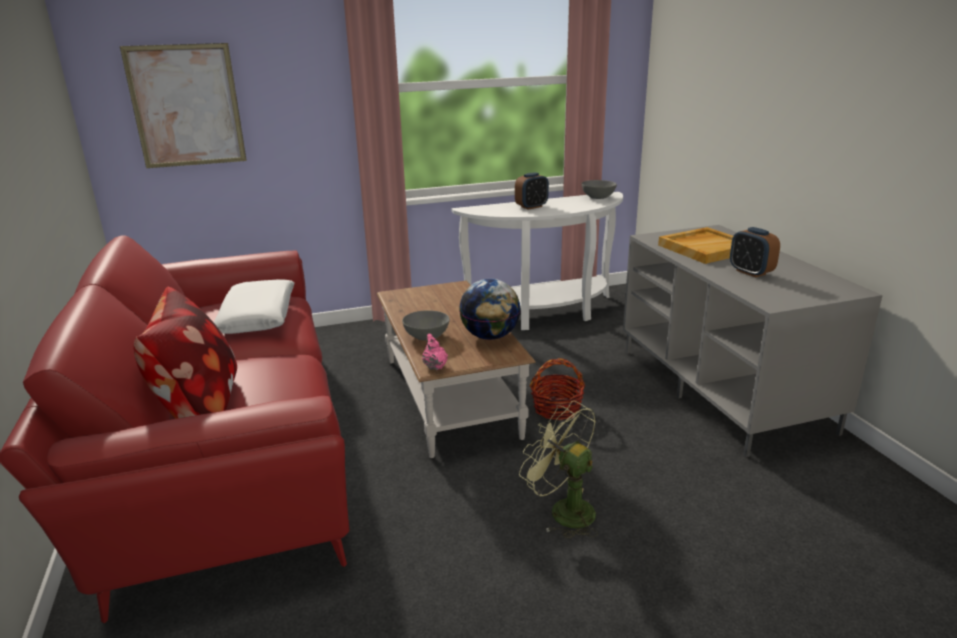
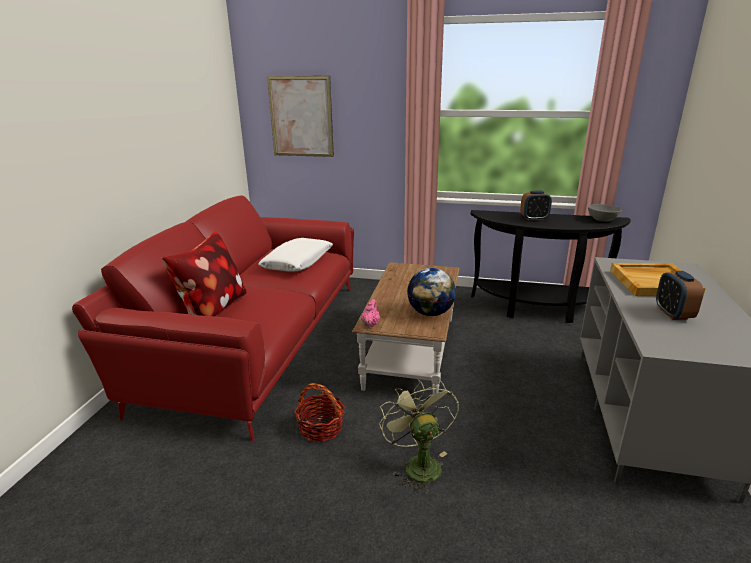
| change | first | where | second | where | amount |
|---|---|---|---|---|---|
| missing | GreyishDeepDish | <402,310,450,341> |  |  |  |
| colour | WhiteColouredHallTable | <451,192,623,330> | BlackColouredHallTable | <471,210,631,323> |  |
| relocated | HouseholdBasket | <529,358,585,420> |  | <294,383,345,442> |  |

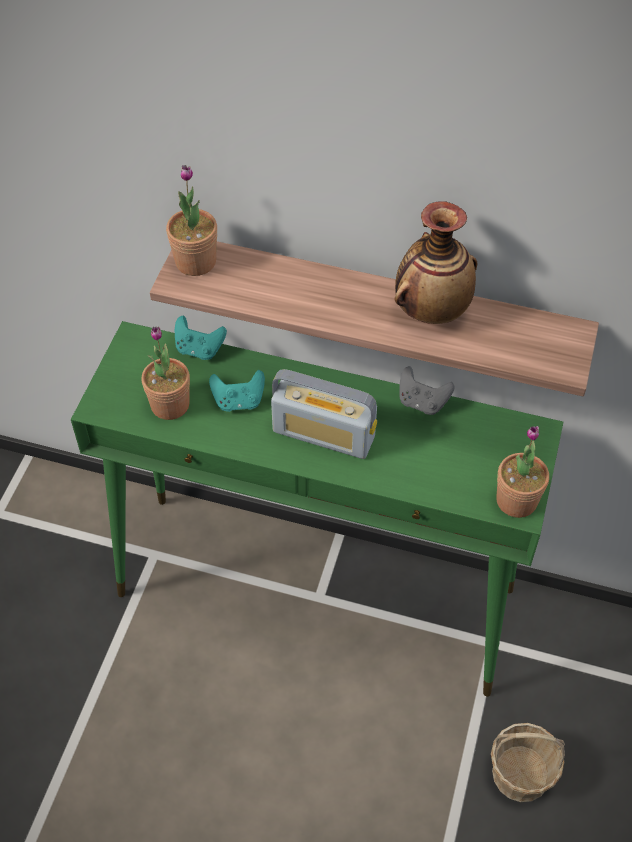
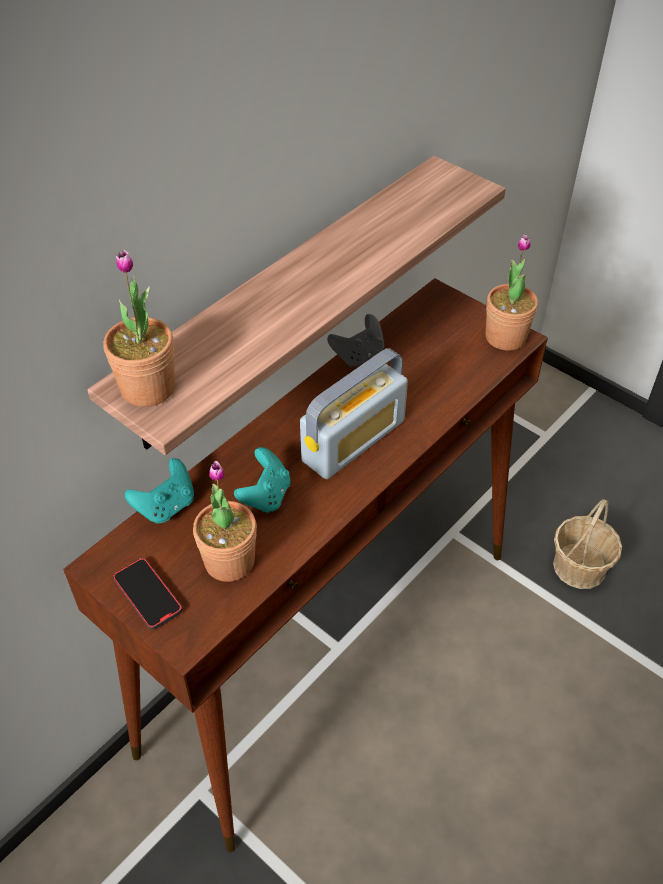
| change | first | where | second | where | amount |
|---|---|---|---|---|---|
| colour | GreenHallTable | <71,321,563,697> | BrownishHallTable | <63,278,548,852> |  |
| missing | Vase | <395,201,477,324> |  |  |  |
| appeared |  |  | Telephone | <113,558,182,630> |  |

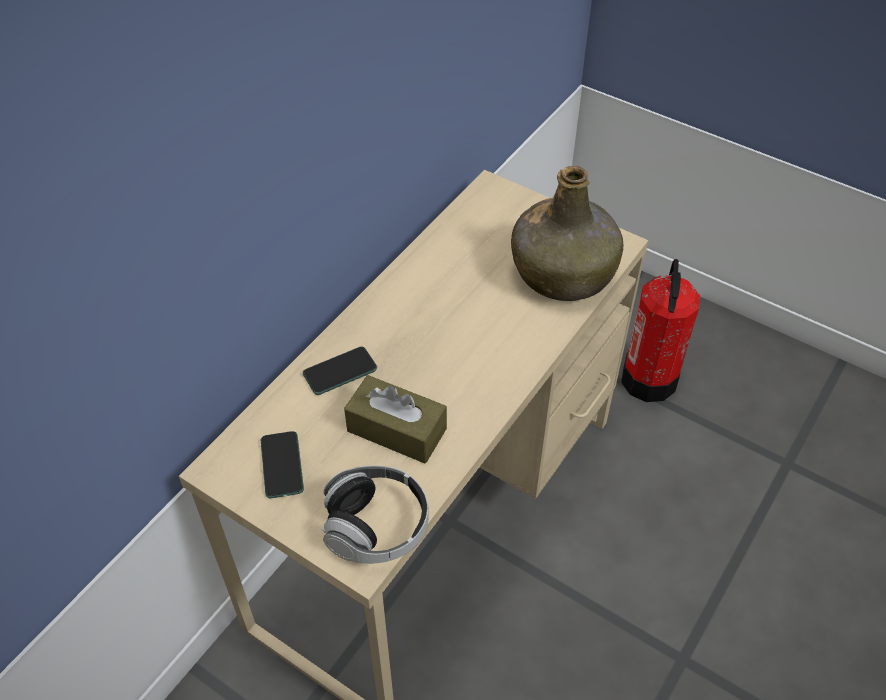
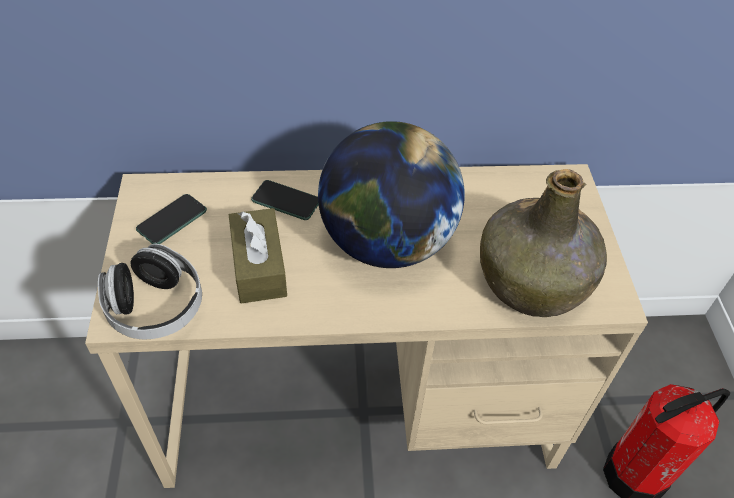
| change | first | where | second | where | amount |
|---|---|---|---|---|---|
| appeared |  |  | WorldGlobe | <318,121,465,268> |  |

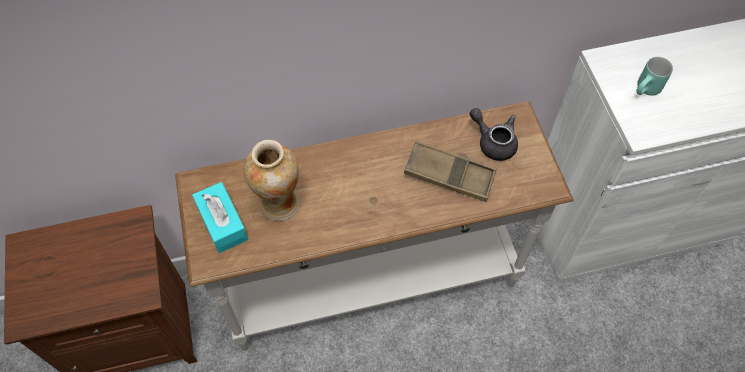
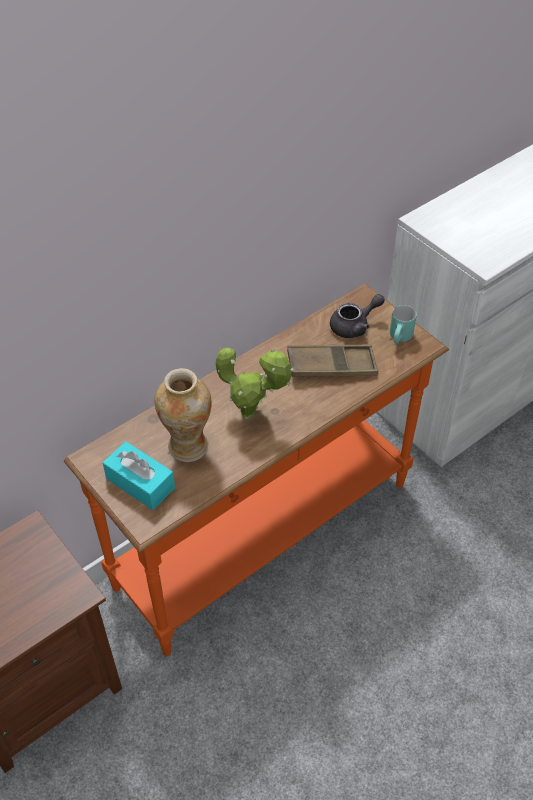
| change | first | where | second | where | amount |
|---|---|---|---|---|---|
| colour | WhiteColouredHallTable | <175,101,574,351> | OrangeyHallTable | <64,284,449,656> |  |
| spun | GreyishTeapot | <470,108,518,161> |  | <330,294,385,338> | 135 degrees clockwise |
| relocated | TurquoiseMug | <636,57,673,96> |  | <390,305,417,344> |  |
| appeared |  |  | PottedPlant | <216,347,294,419> |  |

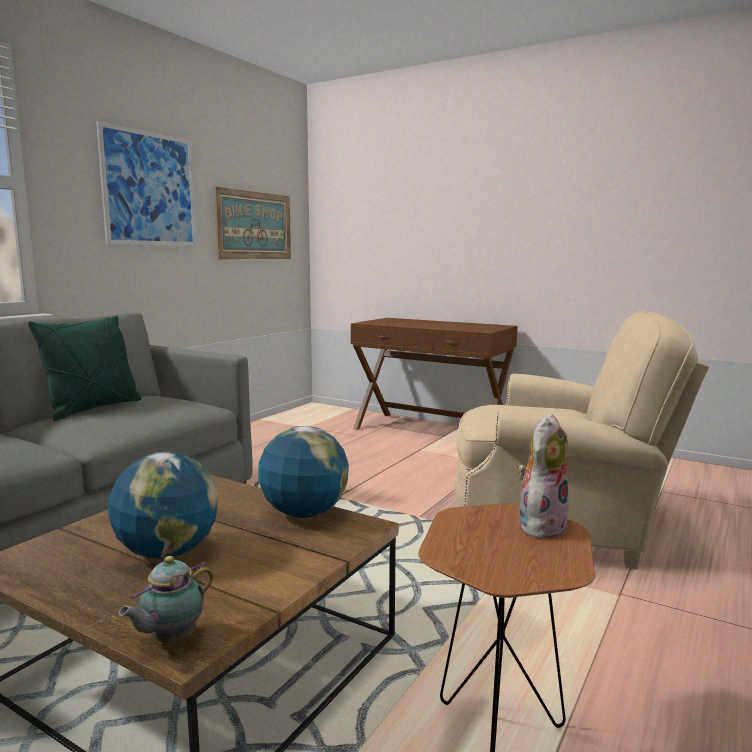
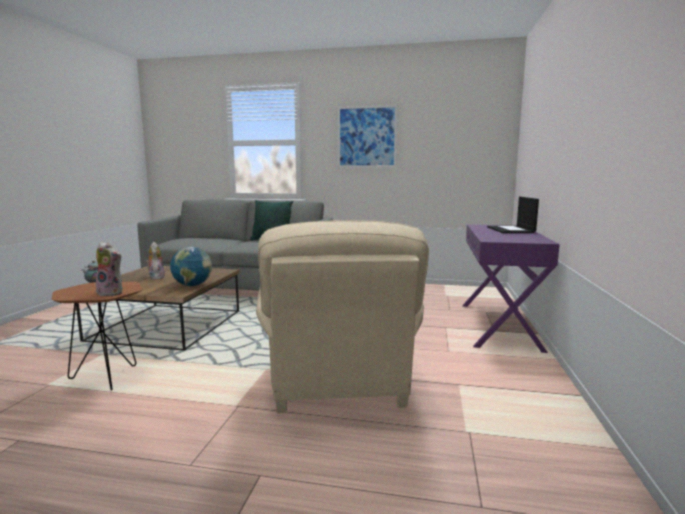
| change | first | where | second | where | amount |
|---|---|---|---|---|---|
| exchanged | WorldGlobe | <108,452,218,559> | PlushToy | <146,242,165,280> |  |
| missing | Picture | <214,187,291,259> |  |  |  |
| colour | BrownishHallTable | <351,318,518,430> | PurplishHallTable | <462,224,560,353> |  |
| appeared |  |  | NotebookComputer | <487,197,539,233> |  |

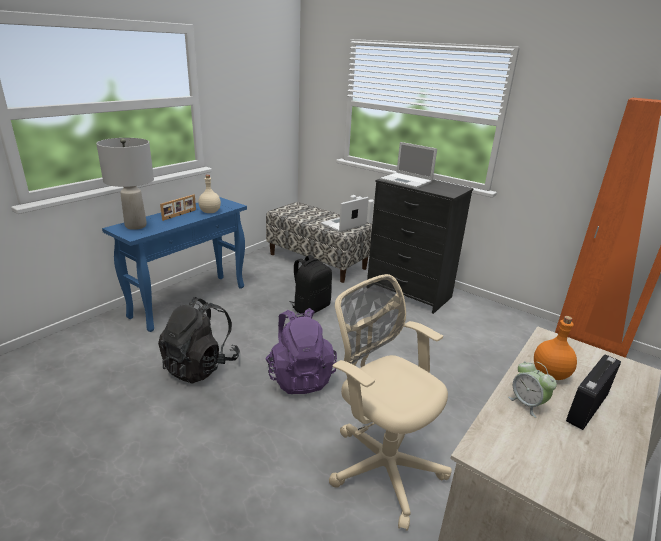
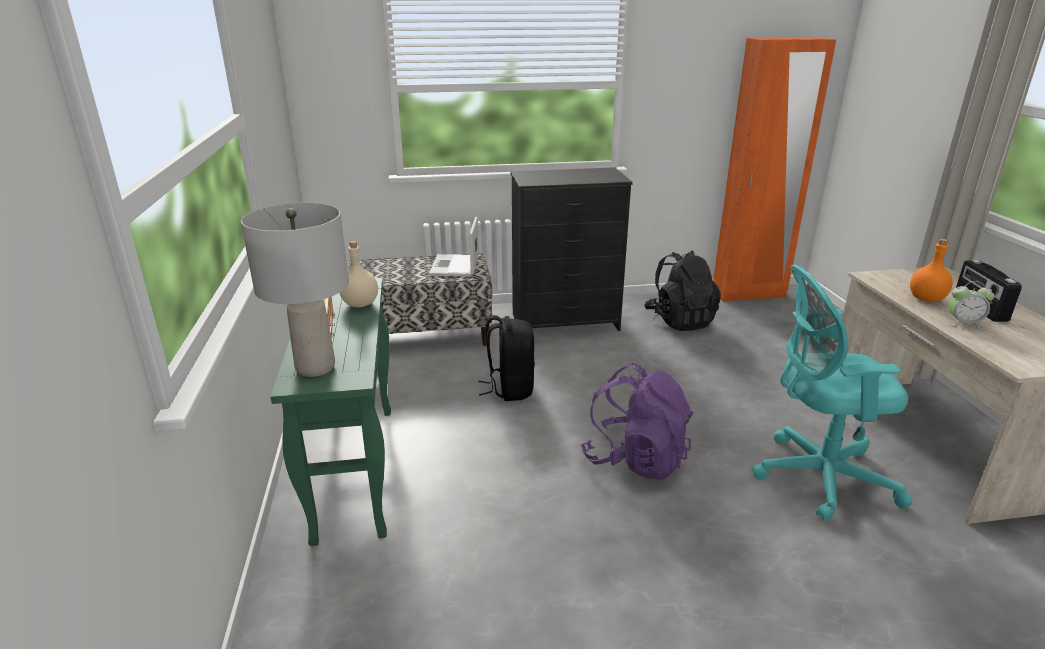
| change | first | where | second | where | amount |
|---|---|---|---|---|---|
| colour | BlueHallTable | <102,197,247,332> | GreenHallTable | <270,278,391,546> |  |
| relocated | BlackColouredKnapsack | <158,297,240,384> |  | <644,250,721,331> |  |
| colour | SandColouredDeskChair | <329,274,452,531> | TurquoiseDeskChair | <752,265,913,521> |  |
| missing | NotebookComputer | <380,142,437,188> |  |  |  |

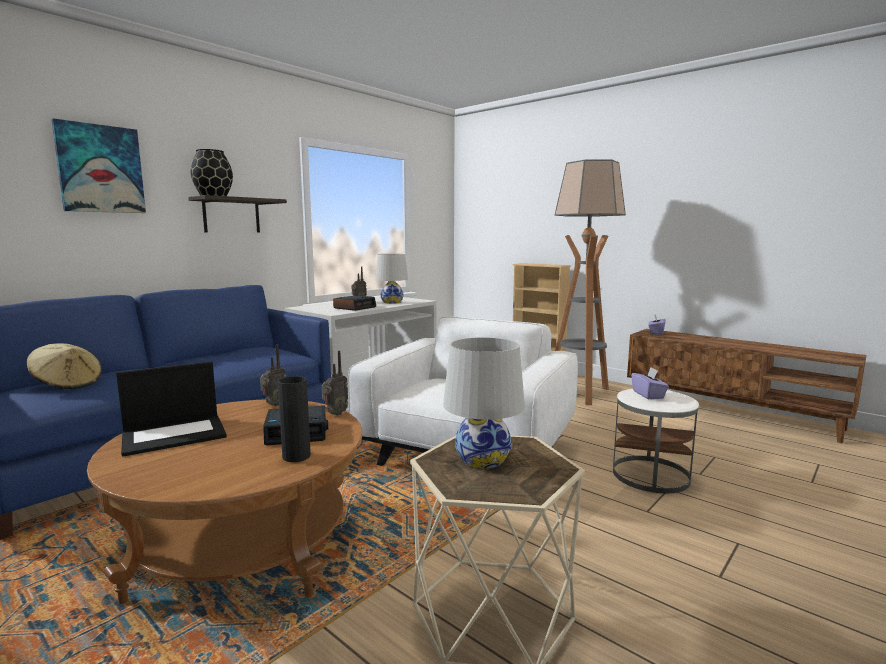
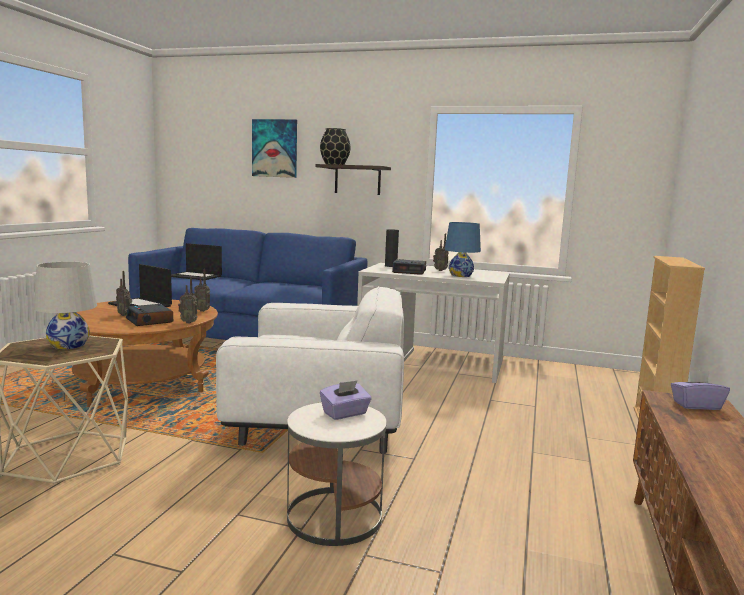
| change | first | where | second | where | amount |
|---|---|---|---|---|---|
| exchanged | SandColouredClothingHat | <27,343,102,389> | NotebookComputer | <171,243,222,280> |  |
| relocated | BlackColouredVase | <278,376,311,462> |  | <385,229,399,267> |  |
| colour | WhiteColouredTableLamp | <375,254,408,304> | BlueTableLamp | <445,222,481,277> |  |
| missing | StandardLamp | <555,159,626,405> |  |  |  |
| appeared |  |  | RadioSet | <116,271,132,316> |  |

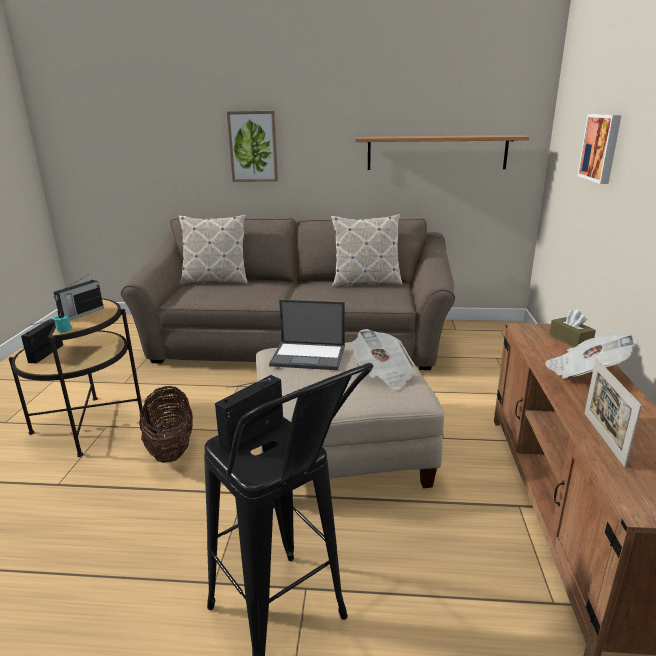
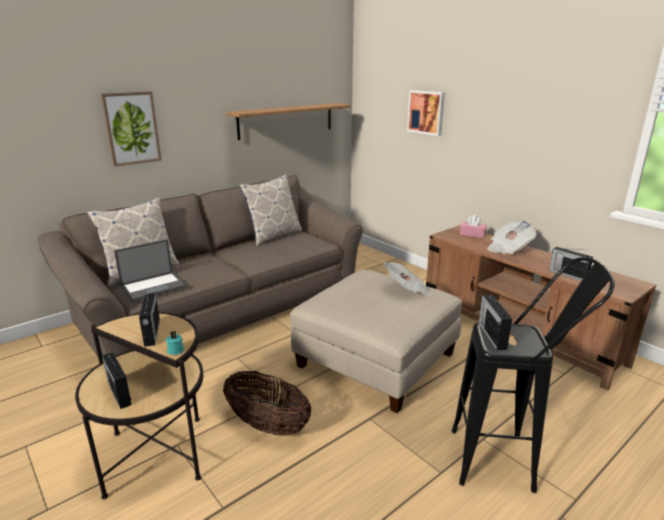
| change | first | where | second | where | amount |
|---|---|---|---|---|---|
| relocated | NotebookComputer | <269,299,345,370> |  | <114,239,186,302> |  |
| colour | BrownishBoxOfTissues | <549,309,596,347> | PinkColouredBoxOfTissues | <460,215,487,238> |  |
| exchanged | PictureFrame | <584,358,642,468> | RadioSet | <549,247,593,281> |  |

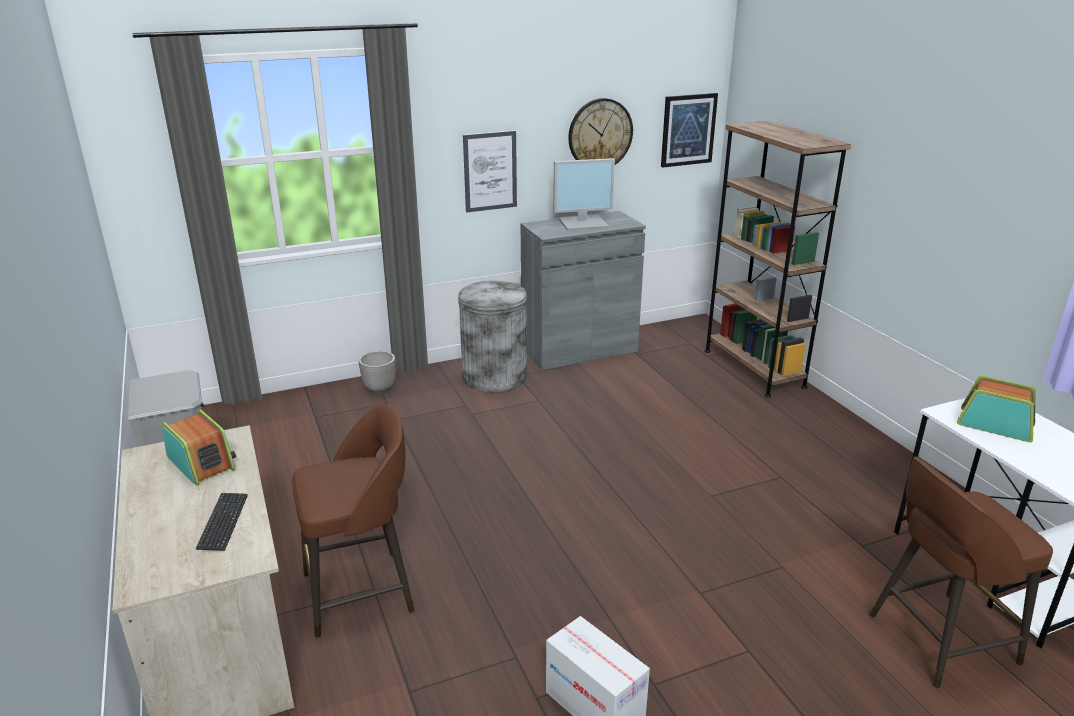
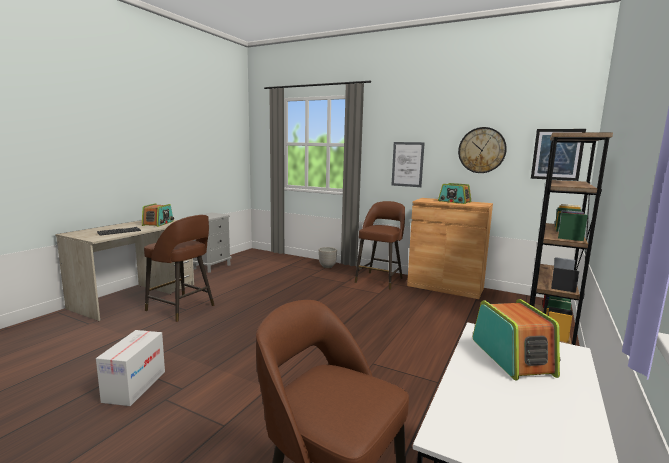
| change | first | where | second | where | amount |
|---|---|---|---|---|---|
| exchanged | GreyishWasteBin | <458,281,527,393> | BrownishStool | <355,201,405,289> |  |
| colour | GreyishCupboard | <521,211,646,370> | BrownishCupboard | <407,198,493,299> |  |
| exchanged | Monitor | <553,158,615,231> | RadioSet | <438,183,471,204> |  |

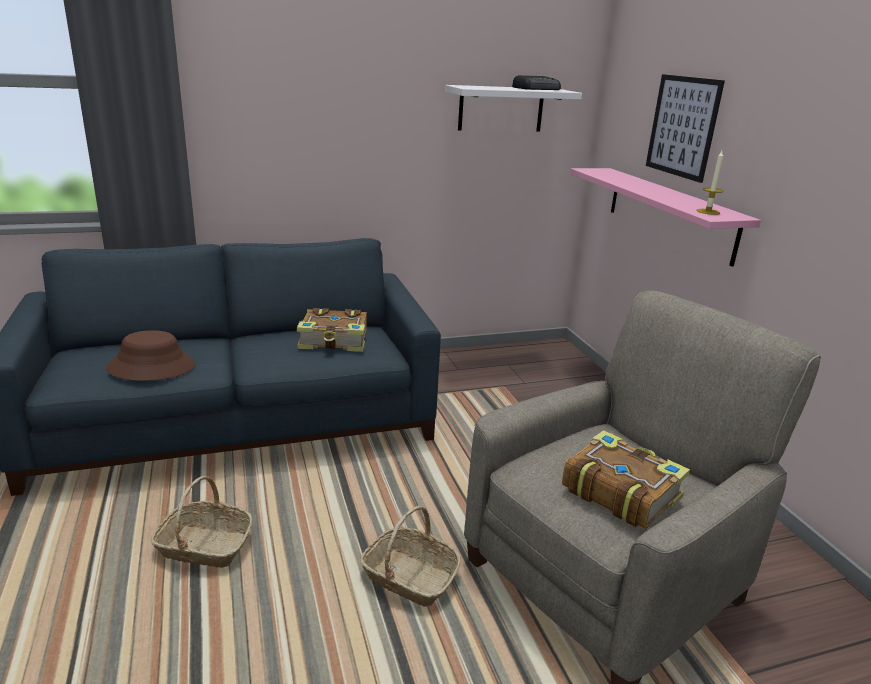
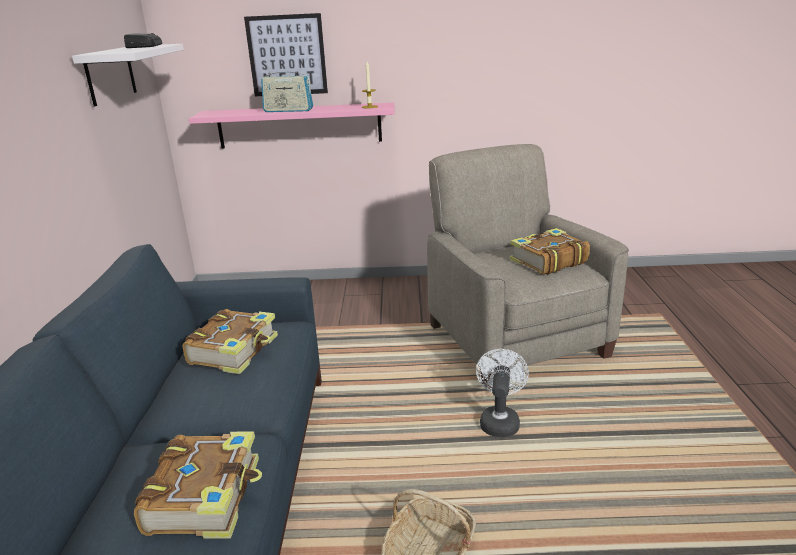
| change | first | where | second | where | amount |
|---|---|---|---|---|---|
| exchanged | BrownishClothingHat | <106,330,195,381> | Volume | <134,431,262,539> |  |
| exchanged | HouseholdBasket | <360,506,461,607> | WhiteColouredElectricFan | <476,349,529,437> |  |
| appeared |  |  | RadioSet | <261,68,313,112> |  |

